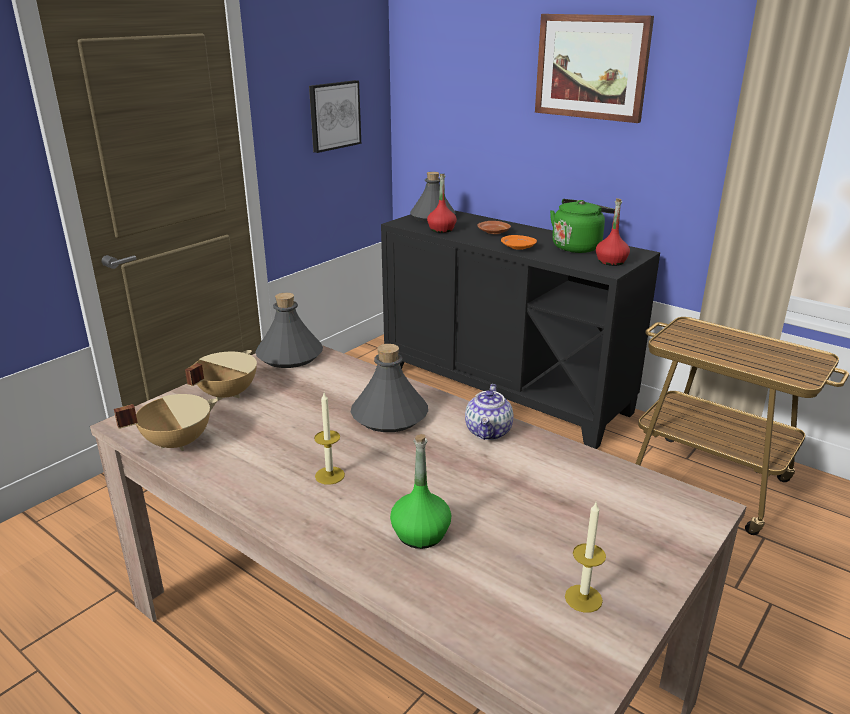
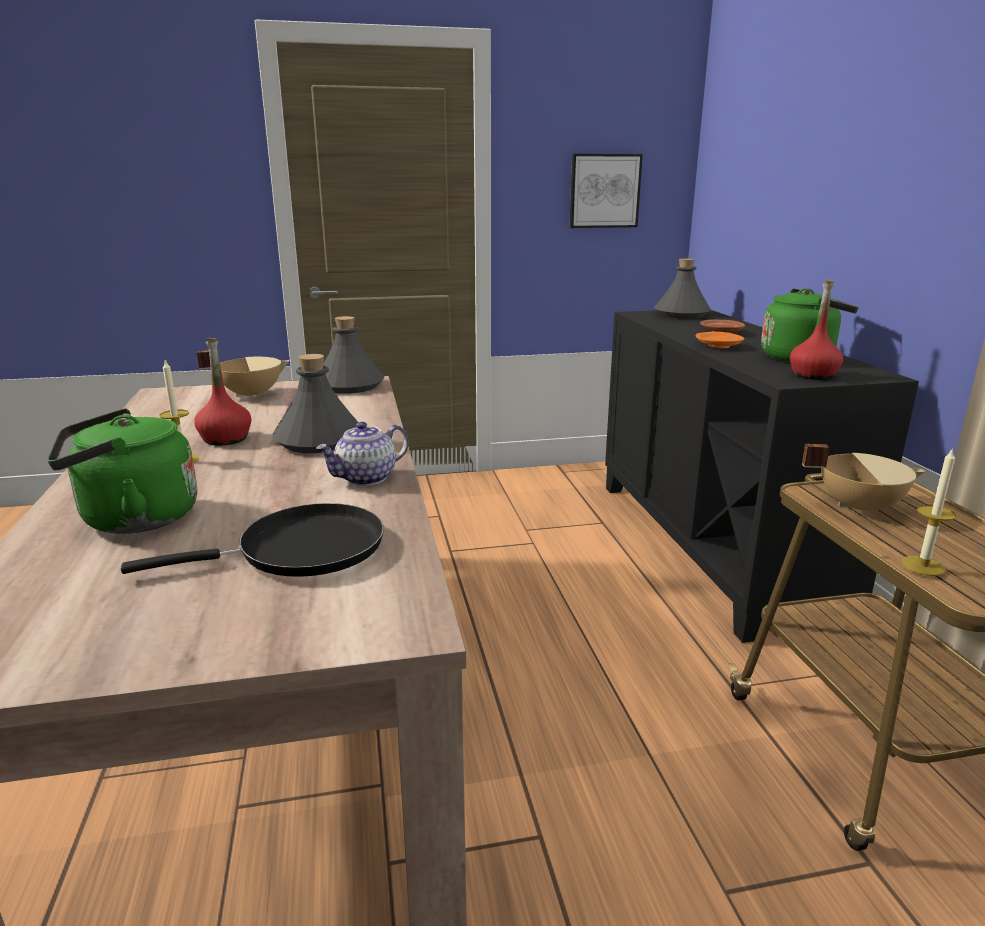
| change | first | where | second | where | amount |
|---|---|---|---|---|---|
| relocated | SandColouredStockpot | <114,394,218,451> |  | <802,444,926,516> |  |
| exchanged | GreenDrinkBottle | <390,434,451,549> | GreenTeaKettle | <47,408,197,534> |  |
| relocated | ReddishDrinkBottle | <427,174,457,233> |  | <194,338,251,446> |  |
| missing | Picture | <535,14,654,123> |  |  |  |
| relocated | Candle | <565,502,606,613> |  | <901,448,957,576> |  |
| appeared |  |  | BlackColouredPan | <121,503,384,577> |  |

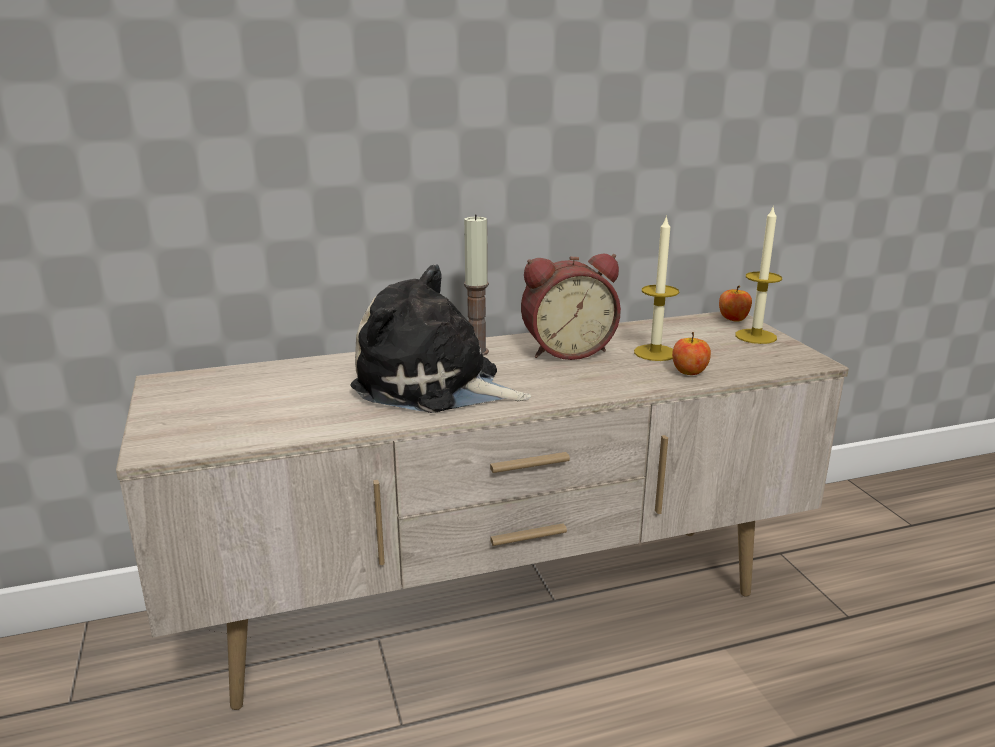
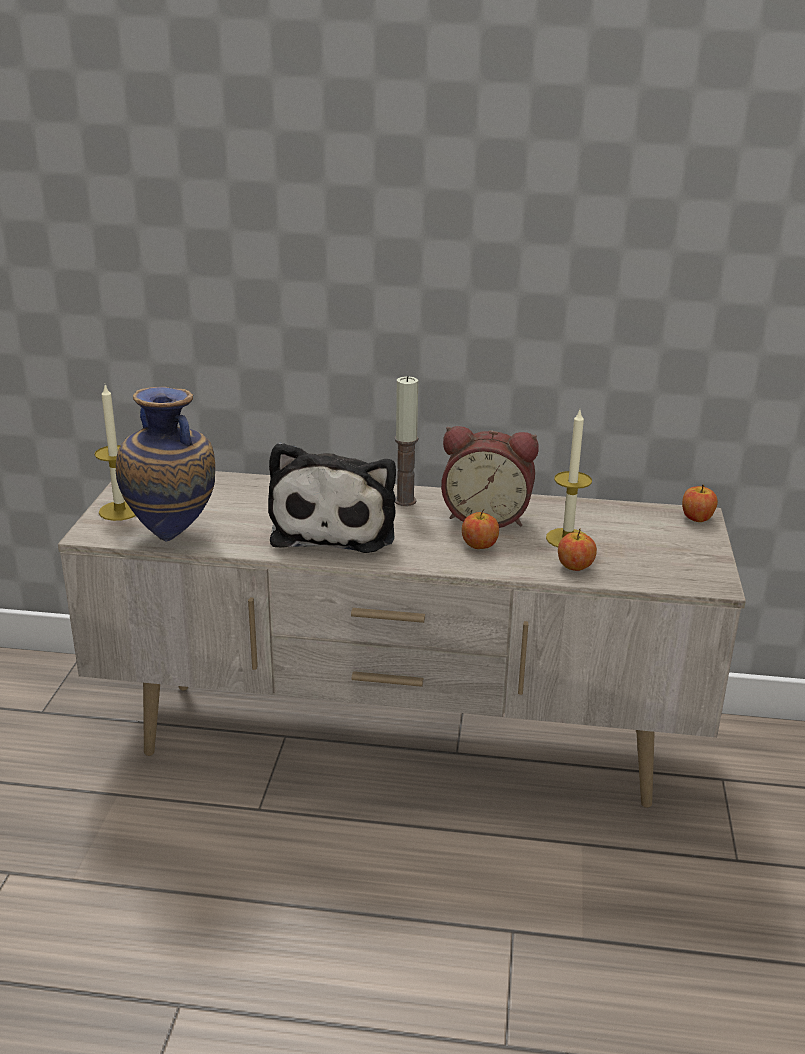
| change | first | where | second | where | amount |
|---|---|---|---|---|---|
| spun | PlushToy | <350,264,531,413> |  | <268,442,396,553> | 135 degrees counterclockwise |
| relocated | Candle | <735,205,782,344> |  | <94,385,136,521> |  |
| appeared |  |  | Vase | <116,387,215,542> |  |
| appeared |  |  | Apple | <462,509,499,549> |  |

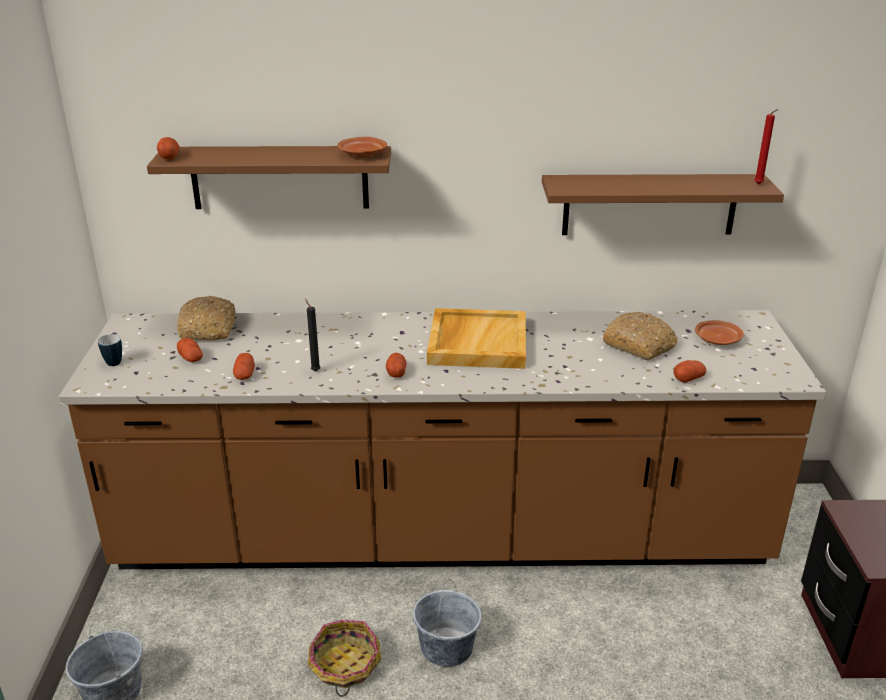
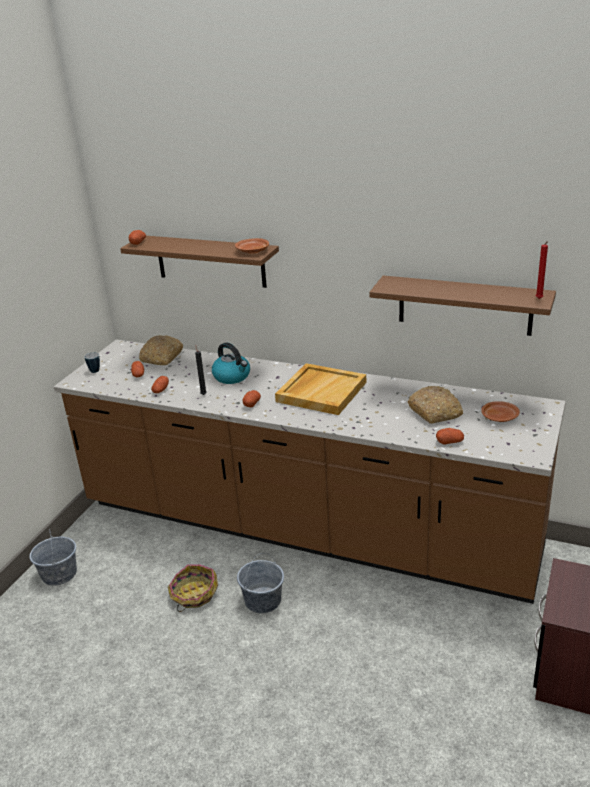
| change | first | where | second | where | amount |
|---|---|---|---|---|---|
| appeared |  |  | TeaKettle | <212,343,250,384> |  |

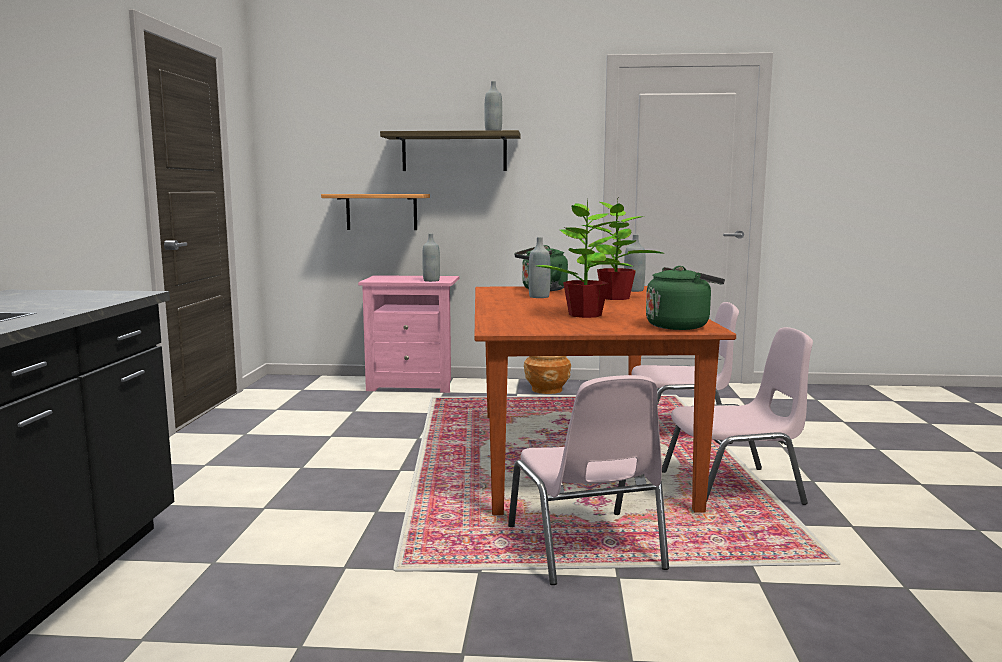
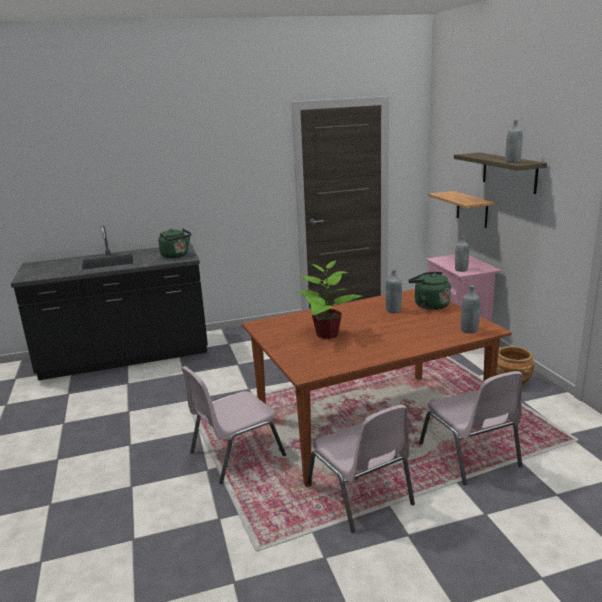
| change | first | where | second | where | amount |
|---|---|---|---|---|---|
| missing | PottedPlant | <581,200,665,300> |  |  |  |
| relocated | GreenTeaKettle | <646,266,725,330> |  | <158,228,191,258> |  |

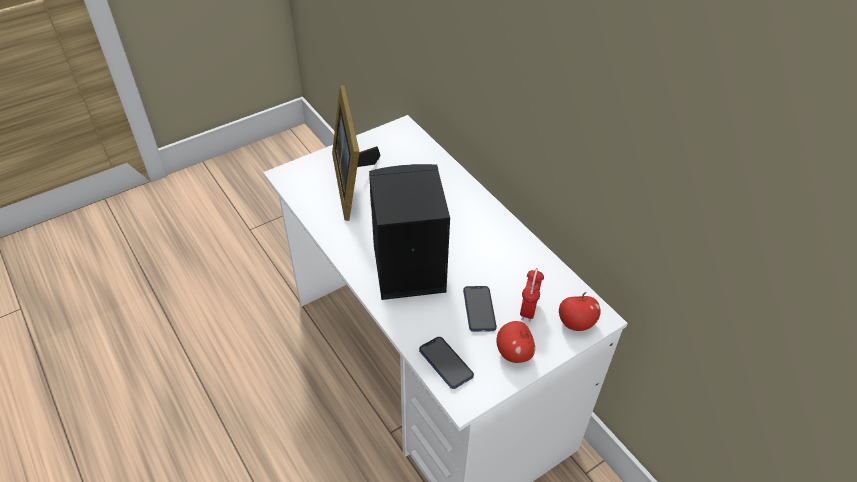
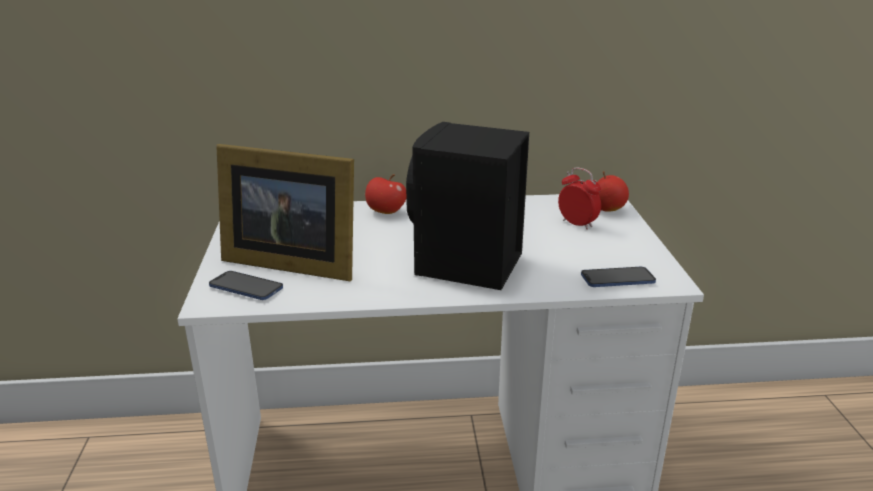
| change | first | where | second | where | amount |
|---|---|---|---|---|---|
| relocated | Telephone | <463,286,497,332> |  | <209,271,283,300> |  |
| relocated | Apple | <496,321,535,363> |  | <365,174,406,214> |  |

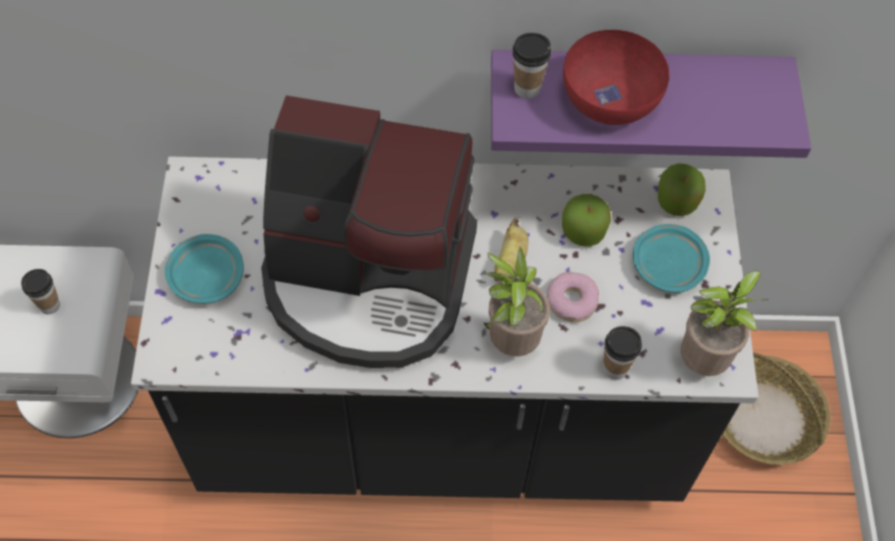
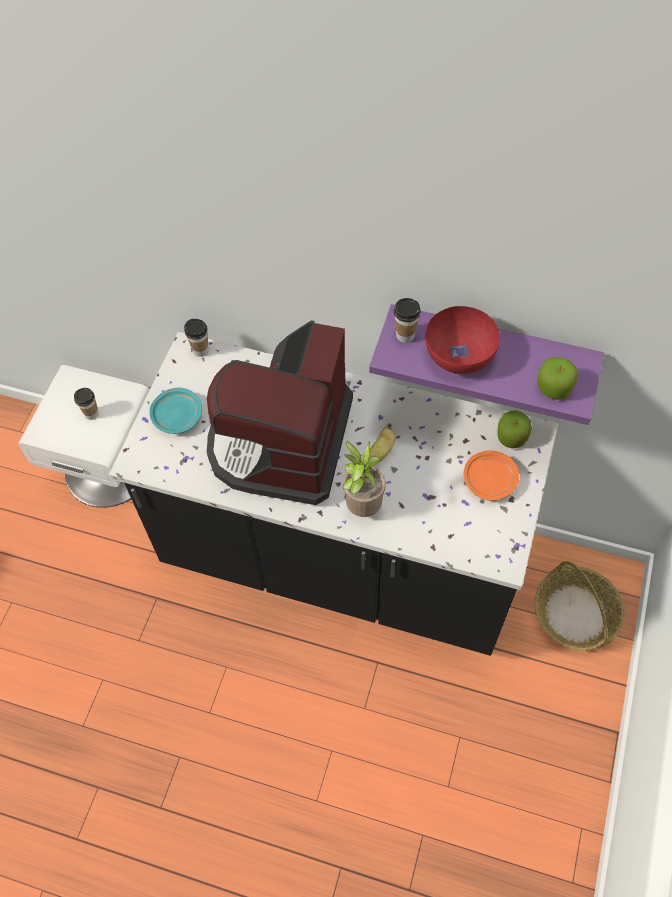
| change | first | where | second | where | amount |
|---|---|---|---|---|---|
| spun | CoffeeBrewer | <261,95,477,368> |  | <207,320,353,505> | 75 degrees clockwise |
| missing | Doughnut | <547,272,599,322> |  |  |  |
| relocated | Apple | <562,194,611,247> |  | <537,357,578,400> |  |
| relocated | DrinkingCup | <603,326,642,380> |  | <184,319,209,357> |  |
| colour | TurquoisePlate | <633,224,710,293> | OrangeyPlate | <463,450,519,501> |  |
| missing | PottedPlant | <681,270,769,376> |  |  |  |

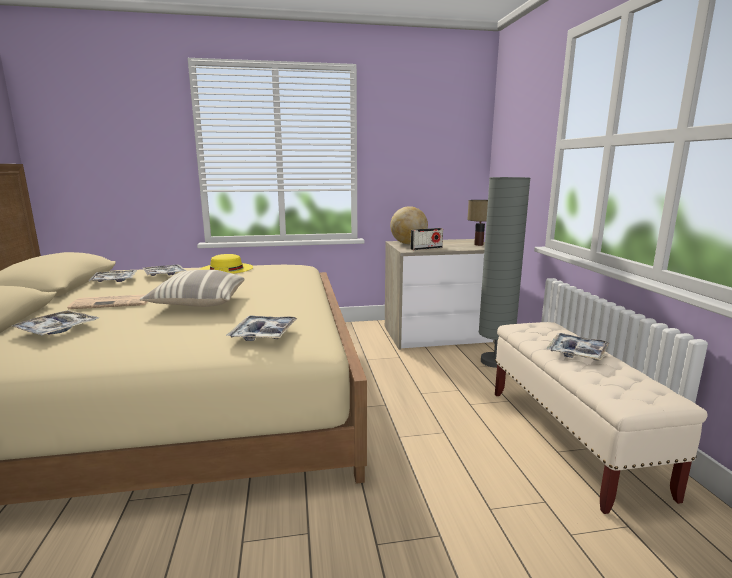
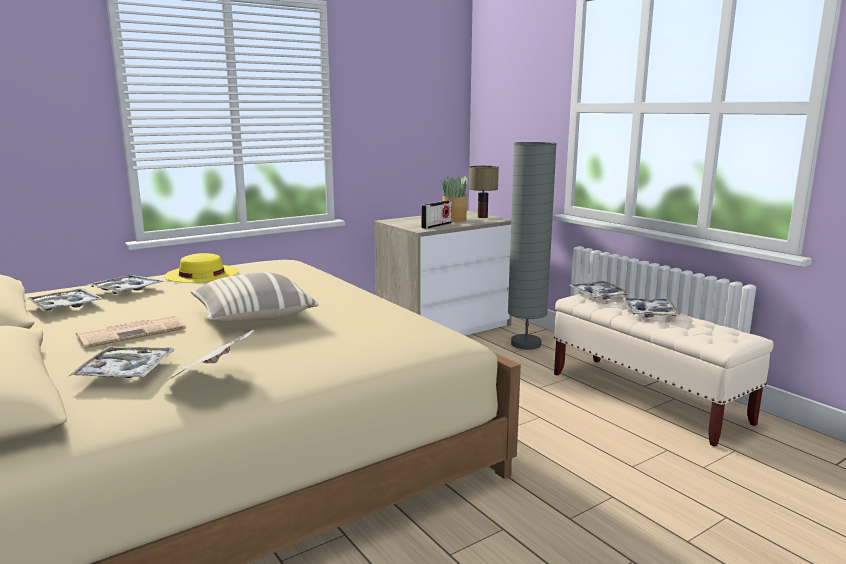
| change | first | where | second | where | amount |
|---|---|---|---|---|---|
| relocated | CarryingTray | <226,316,298,341> |  | <570,281,630,300> |  |
| missing | WorldGlobe | <390,206,428,244> |  |  |  |
| appeared |  |  | Newspaper | <166,328,257,381> |  |
| appeared |  |  | PottedPlant | <441,175,467,222> |  |

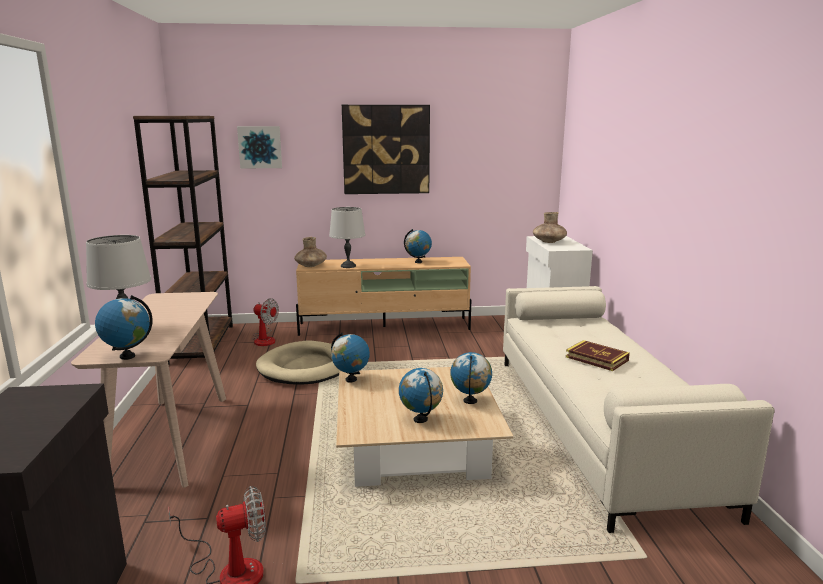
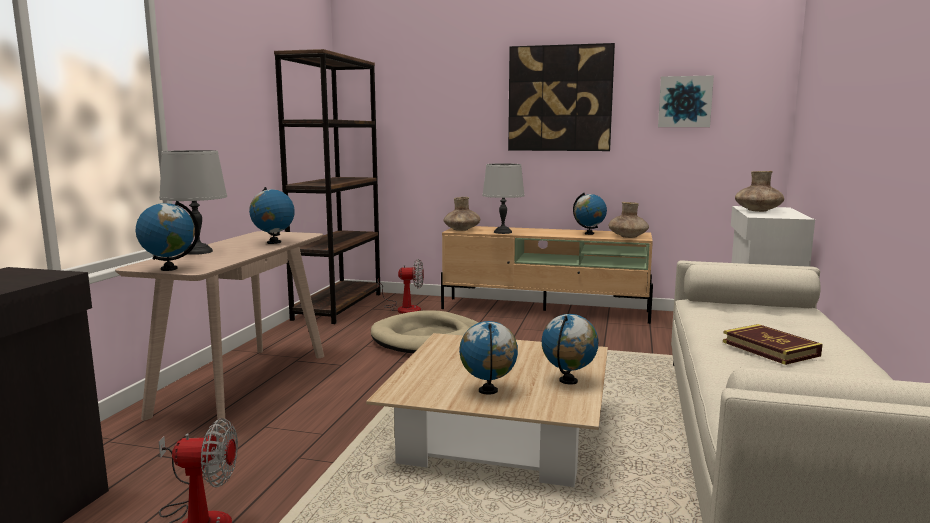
| change | first | where | second | where | amount |
|---|---|---|---|---|---|
| relocated | Picture | <237,126,282,169> |  | <658,75,714,127> |  |
| spun | ElectricFan | <252,298,279,346> |  | <378,259,424,314> | 45 degrees counterclockwise |
| relocated | WorldGlobe | <331,333,370,383> |  | <249,187,294,244> |  |
| appeared |  |  | BrownishVase | <608,202,649,238> |  |

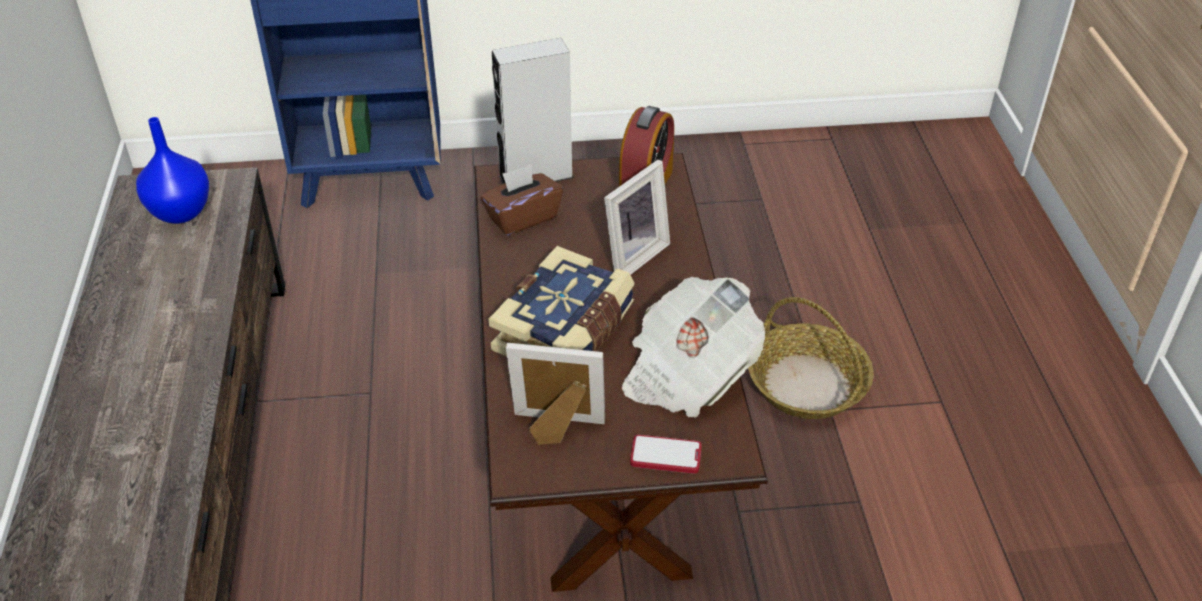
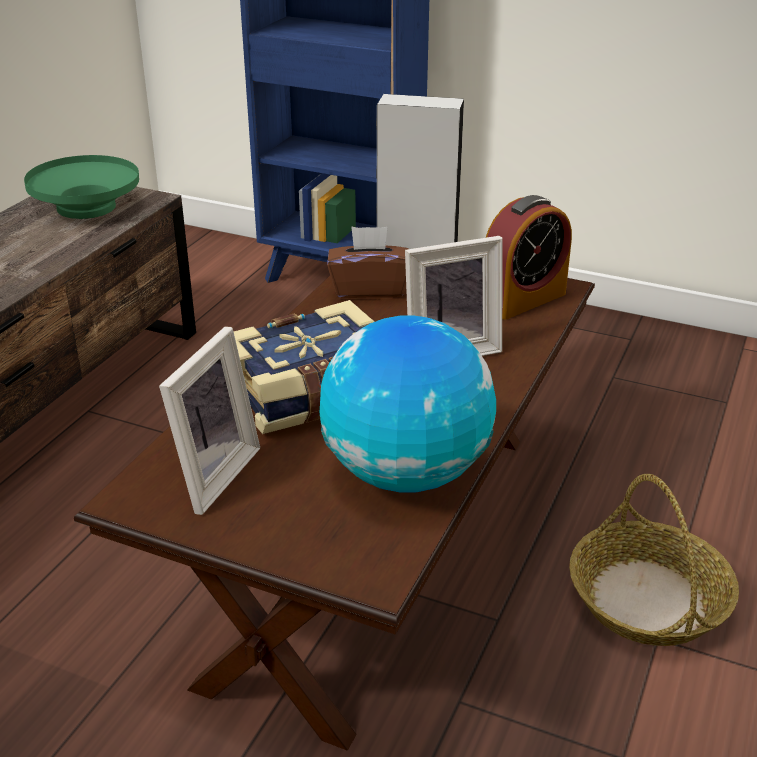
| change | first | where | second | where | amount |
|---|---|---|---|---|---|
| exchanged | BlueVase | <136,117,209,224> | GreenDeepDish | <24,155,139,219> |  |
| spun | PictureFrame | <506,343,605,445> |  | <159,326,260,515> | 75 degrees clockwise |
| exchanged | Newspaper | <622,277,765,418> | WorldGlobe | <319,315,496,493> |  |
| missing | Telephone | <630,435,702,474> |  |  |  |

